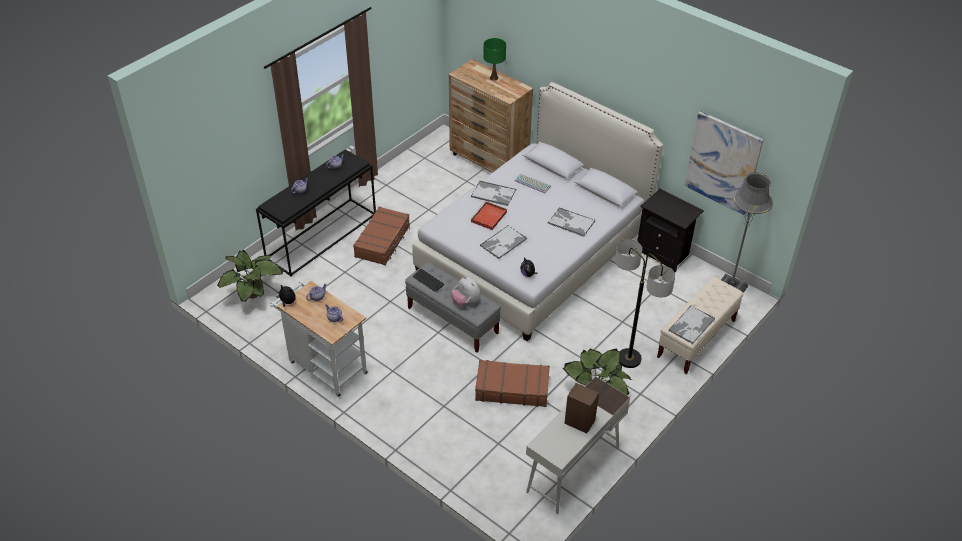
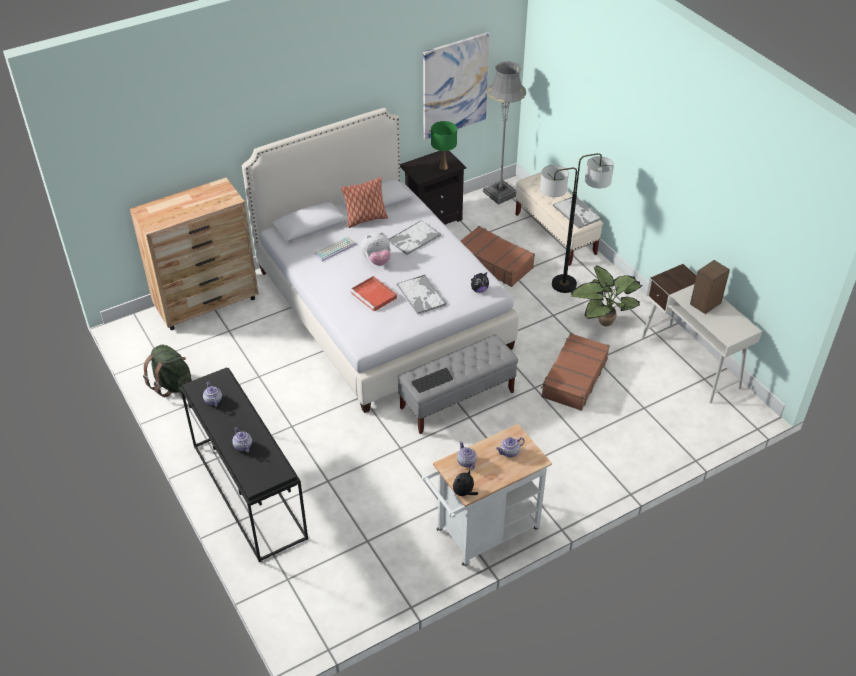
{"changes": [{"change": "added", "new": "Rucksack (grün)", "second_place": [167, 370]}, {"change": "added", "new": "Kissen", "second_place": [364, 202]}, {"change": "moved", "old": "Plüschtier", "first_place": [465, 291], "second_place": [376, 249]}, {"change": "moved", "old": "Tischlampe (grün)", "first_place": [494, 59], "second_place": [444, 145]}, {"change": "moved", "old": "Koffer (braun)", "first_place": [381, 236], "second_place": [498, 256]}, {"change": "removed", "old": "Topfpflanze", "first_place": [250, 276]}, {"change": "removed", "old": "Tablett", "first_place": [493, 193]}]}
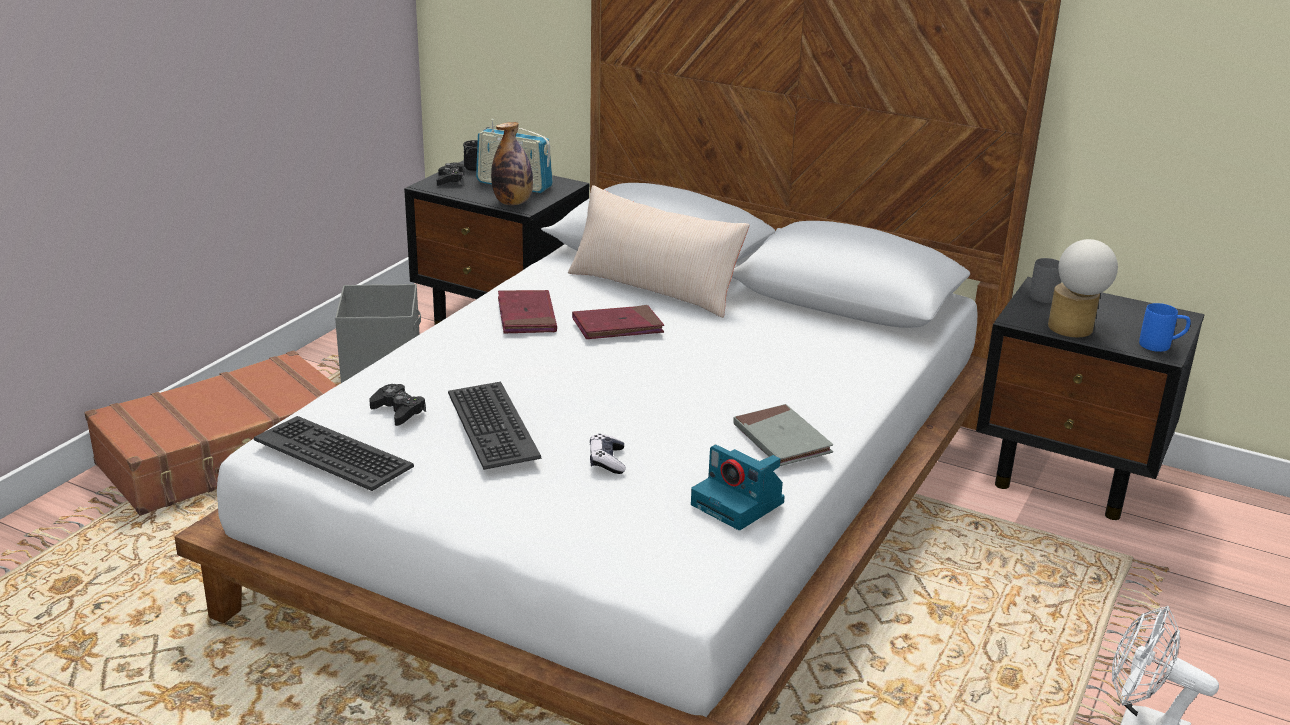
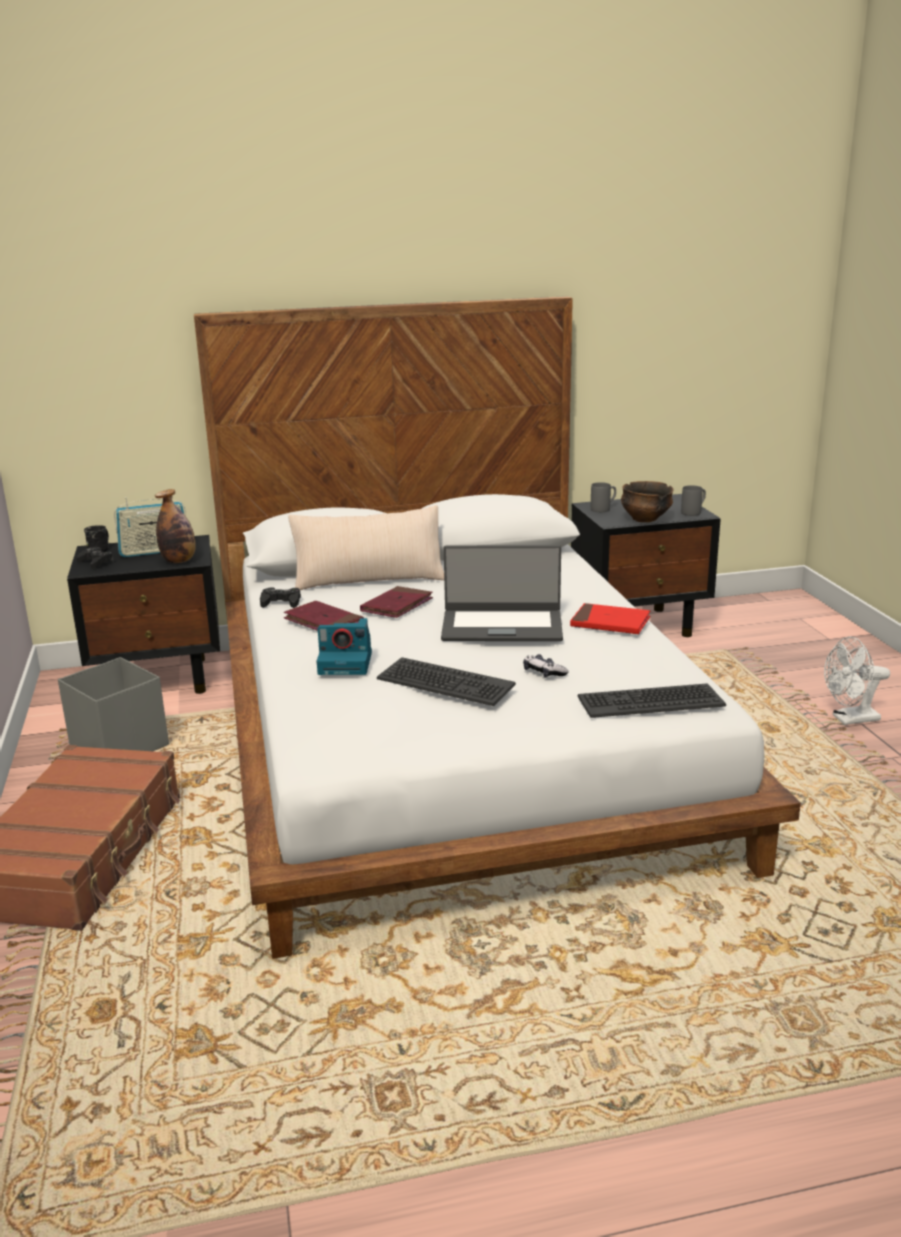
{"changes": [{"change": "moved", "old": "Gamepad (schwarz)", "first_place": [397, 405], "second_place": [280, 597]}, {"change": "moved", "old": "Kamera", "first_place": [738, 487], "second_place": [344, 646]}, {"change": "added", "new": "Laptop", "second_place": [502, 593]}, {"change": "recoloured", "old": "Buch (grau)", "new": "Buch (rot)", "first_place": [783, 435], "second_place": [610, 618]}, {"change": "moved", "old": "Tastatur", "first_place": [334, 453], "second_place": [652, 700]}, {"change": "replaced", "old": "Tischlampe", "new": "Schüssel", "first_place": [1083, 288], "second_place": [647, 501]}, {"change": "recoloured", "old": "Henkelbecher (blau)", "new": "Henkelbecher (grau)", "first_place": [1165, 327], "second_place": [693, 500]}]}
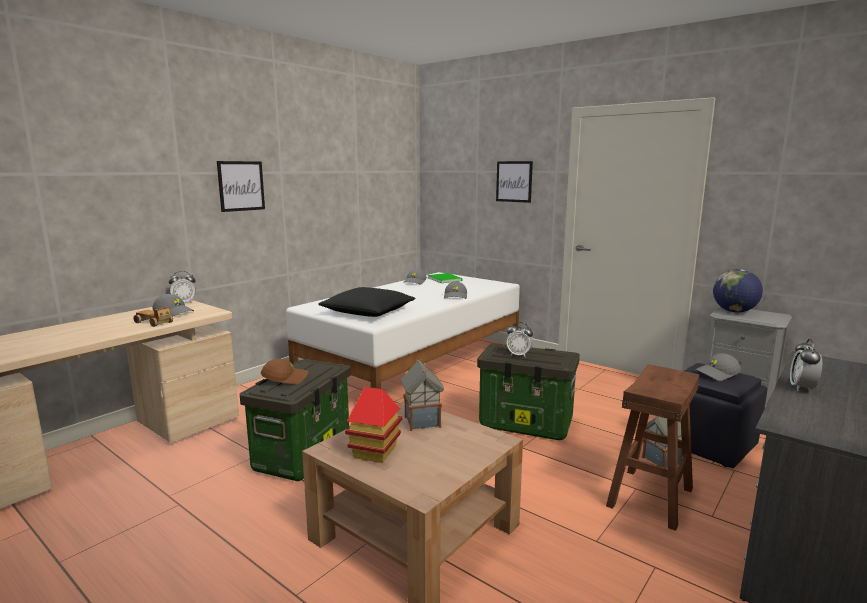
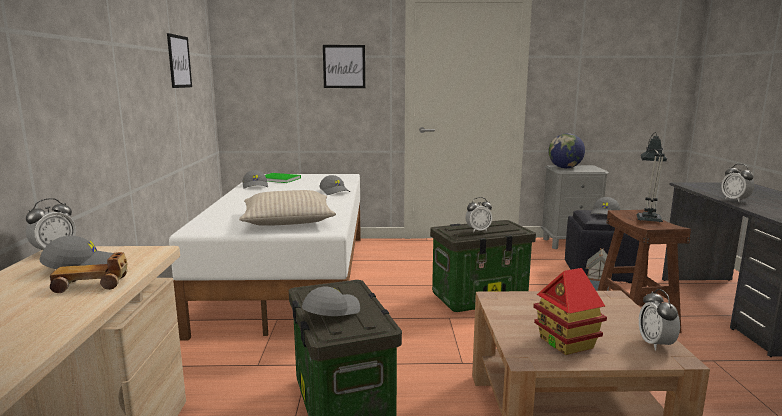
{"changes": [{"change": "moved", "old": "Bild", "first_place": [241, 186], "second_place": [179, 60]}, {"change": "recoloured", "old": "Kissen (schwarz)", "new": "Kissen (beige)", "first_place": [366, 302], "second_place": [287, 208]}, {"change": "recoloured", "old": "Kappe (braun)", "new": "Kappe (grau)", "first_place": [284, 371], "second_place": [331, 301]}, {"change": "added", "new": "Tischlampe", "second_place": [652, 177]}, {"change": "added", "new": "Wecker", "second_place": [659, 319]}, {"change": "removed", "old": "Spielzeughaus", "first_place": [422, 395]}]}
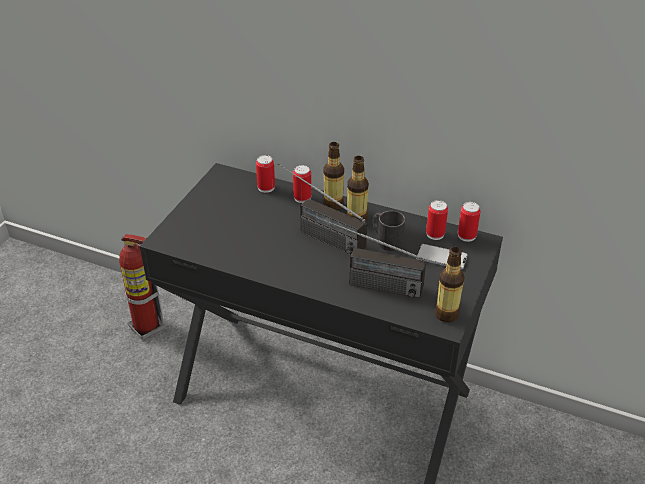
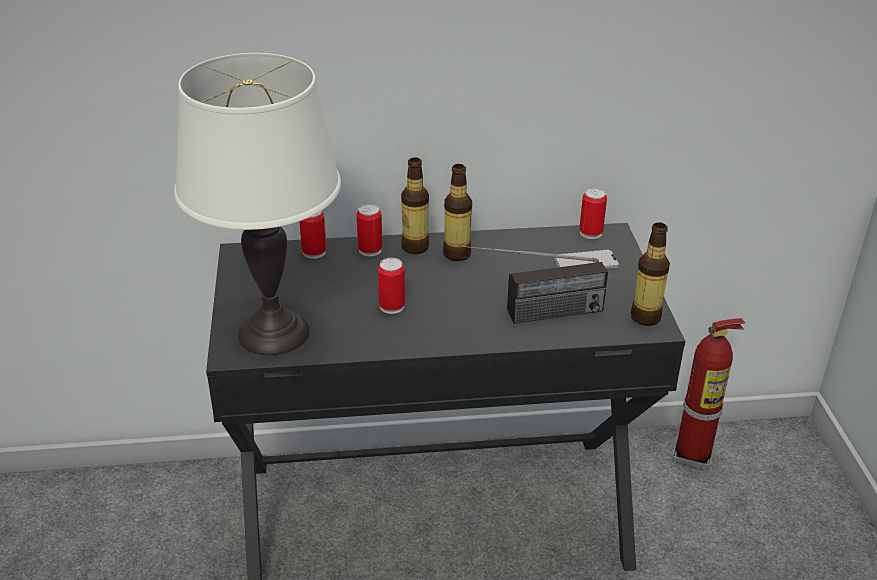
{"changes": [{"change": "added", "new": "Tischlampe (weiß)", "second_place": [257, 204]}, {"change": "moved", "old": "Dose", "first_place": [437, 220], "second_place": [391, 286]}, {"change": "moved", "old": "Feuerlöscher", "first_place": [142, 287], "second_place": [708, 394]}, {"change": "removed", "old": "Radio", "first_place": [322, 208]}, {"change": "removed", "old": "Henkelbecher (schwarz)", "first_place": [389, 231]}]}
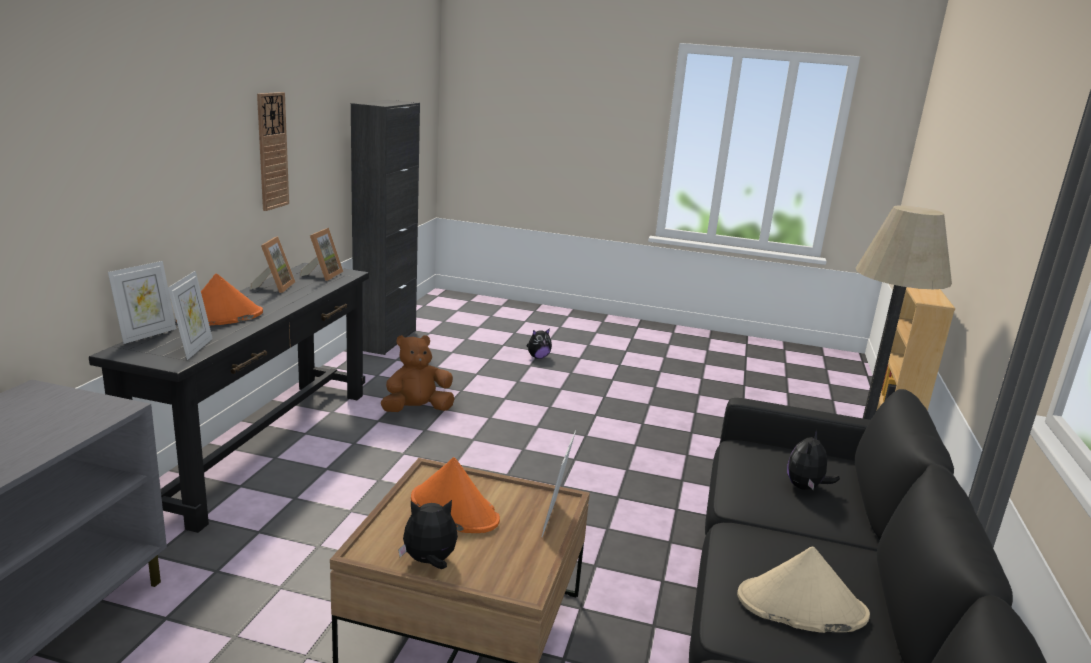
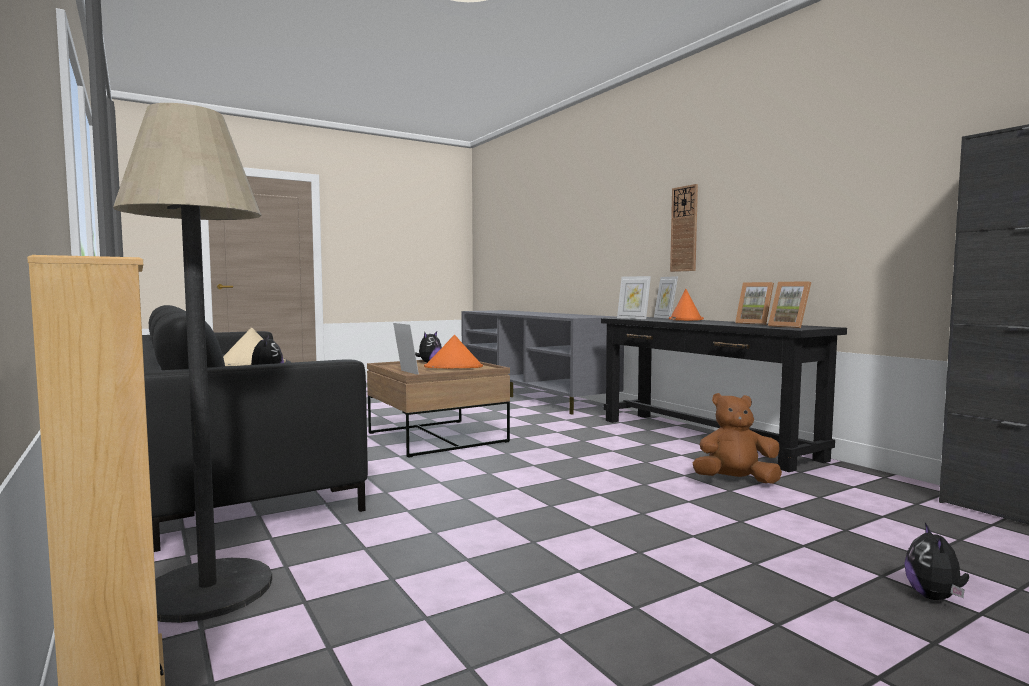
{"changes": [{"change": "moved", "old": "Wanduhr", "first_place": [273, 151], "second_place": [684, 228]}, {"change": "turned", "old": "Plüschtier (braun)", "first_place": [418, 373], "second_place": [737, 438], "degrees": -105}]}
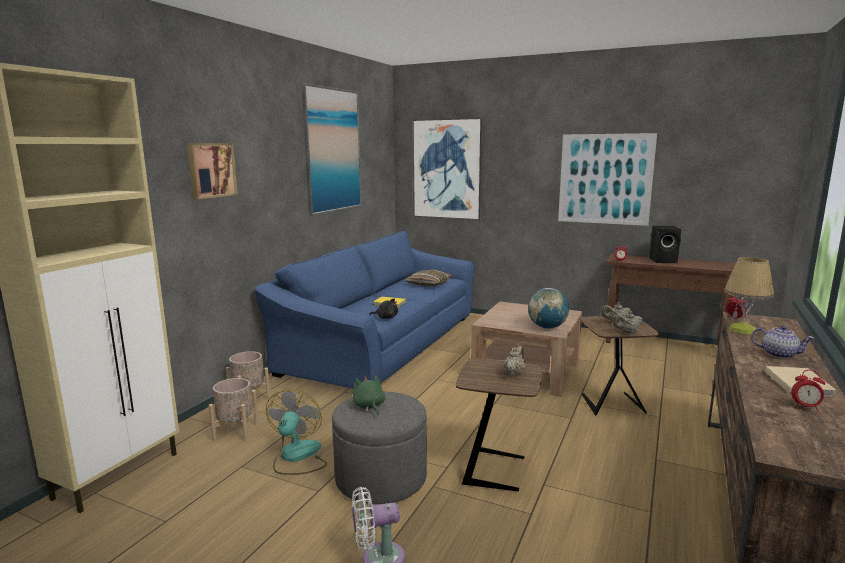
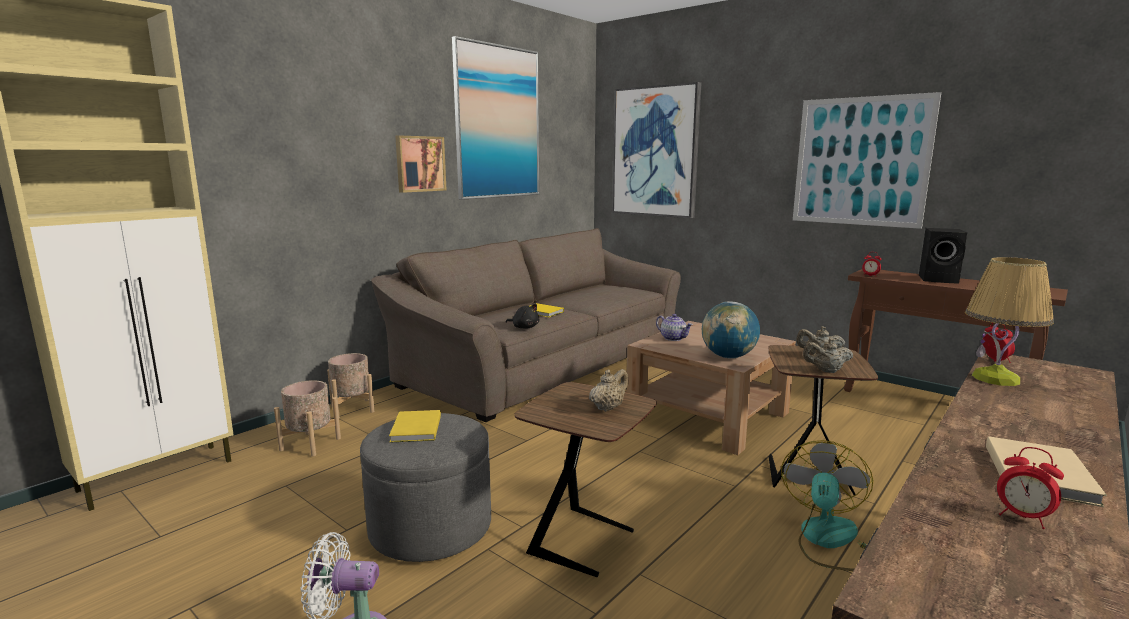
{"changes": [{"change": "recoloured", "old": "Sofa (blau)", "new": "Sofa (braun)", "first_place": [364, 309], "second_place": [526, 325]}, {"change": "replaced", "old": "Plüschtier (grün)", "new": "Buch (gelb)", "first_place": [369, 395], "second_place": [415, 426]}, {"change": "moved", "old": "Bild", "first_place": [212, 171], "second_place": [421, 164]}, {"change": "moved", "old": "Teekanne", "first_place": [783, 342], "second_place": [674, 327]}, {"change": "moved", "old": "Ventilator", "first_place": [296, 432], "second_place": [827, 505]}, {"change": "removed", "old": "Kissen", "first_place": [428, 278]}]}
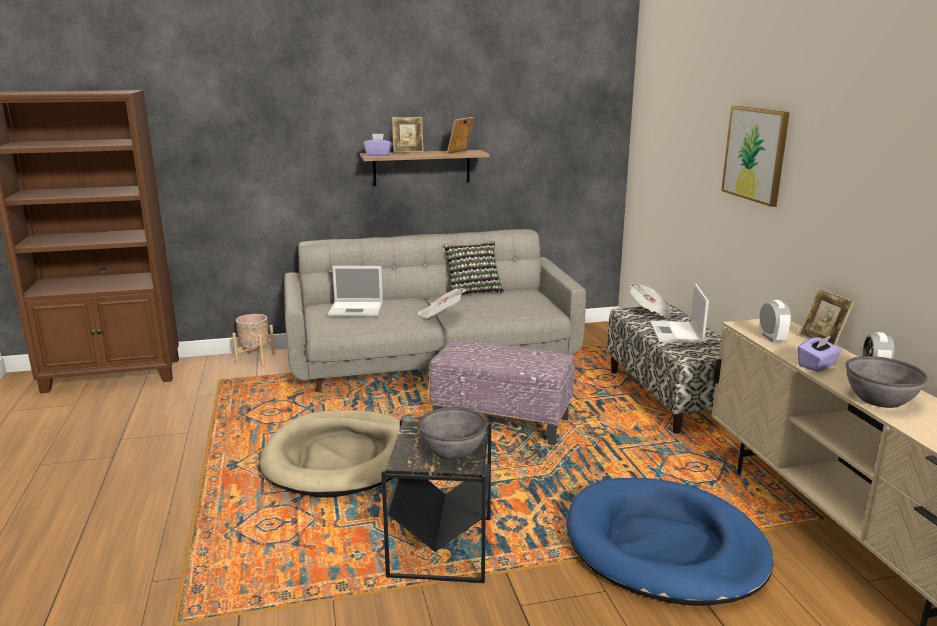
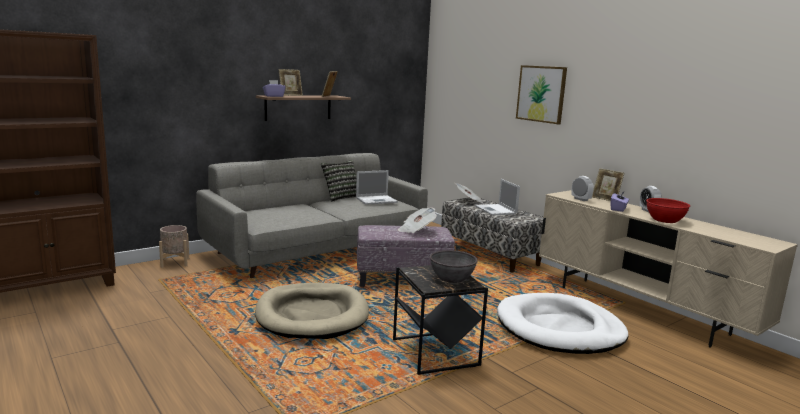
{"changes": [{"change": "moved", "old": "Laptop", "first_place": [355, 291], "second_place": [377, 187]}, {"change": "moved", "old": "Zeitung", "first_place": [441, 303], "second_place": [417, 220]}, {"change": "recoloured", "old": "Hundebett (blau)", "new": "Hundebett (weiß)", "first_place": [670, 542], "second_place": [562, 323]}, {"change": "recoloured", "old": "Schüssel (grau)", "new": "Schüssel (rot)", "first_place": [887, 382], "second_place": [668, 210]}]}
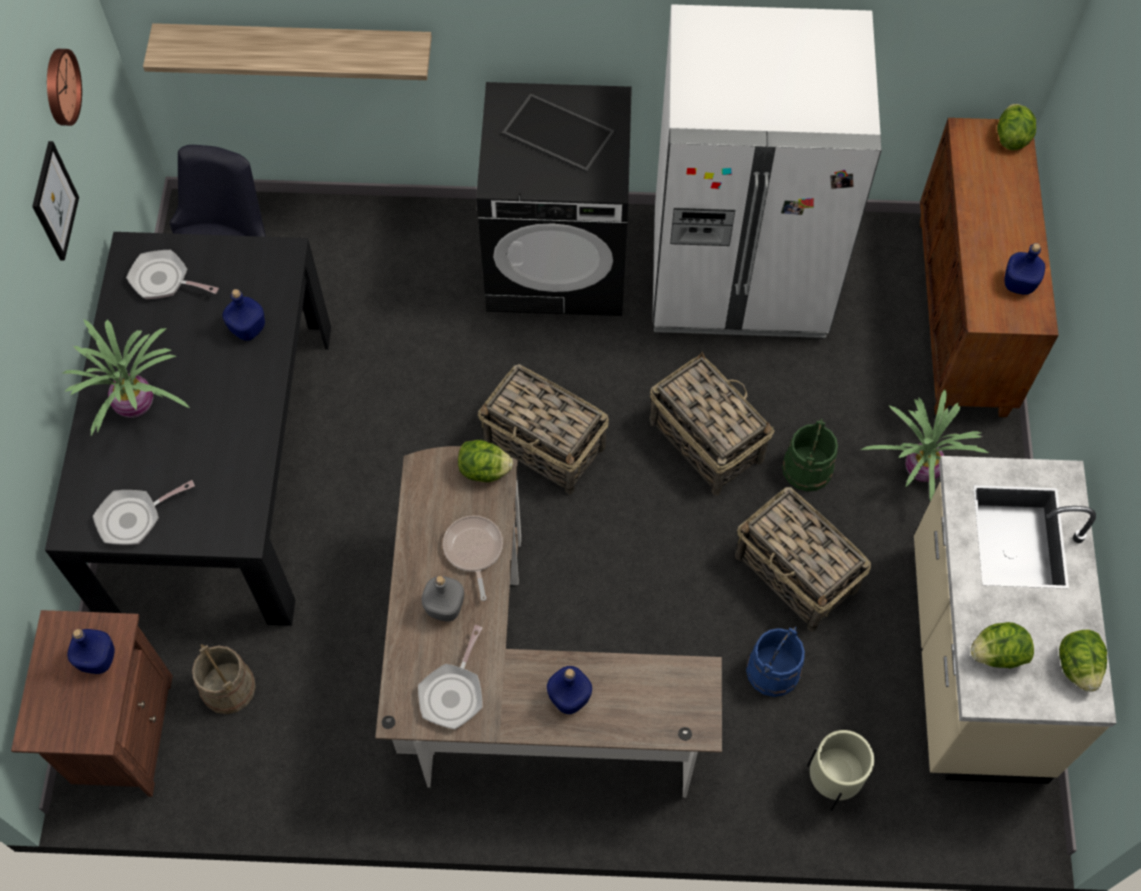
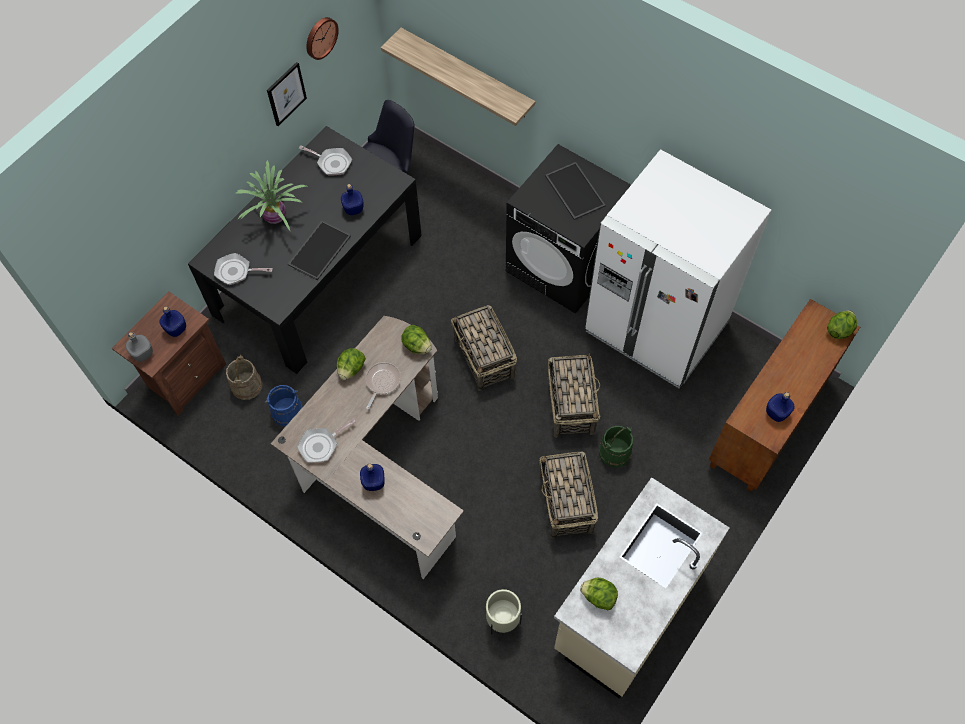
{"changes": [{"change": "moved", "old": "Flasche (grau)", "first_place": [443, 599], "second_place": [139, 347]}, {"change": "moved", "old": "Eimer (blau)", "first_place": [775, 662], "second_place": [284, 405]}, {"change": "added", "new": "Tablett", "second_place": [319, 250]}, {"change": "turned", "old": "Pfanne", "first_place": [172, 274], "second_place": [325, 160], "degrees": 150}, {"change": "moved", "old": "Salatkopf", "first_place": [1083, 661], "second_place": [351, 364]}, {"change": "removed", "old": "Topfpflanze", "first_place": [924, 445]}]}
